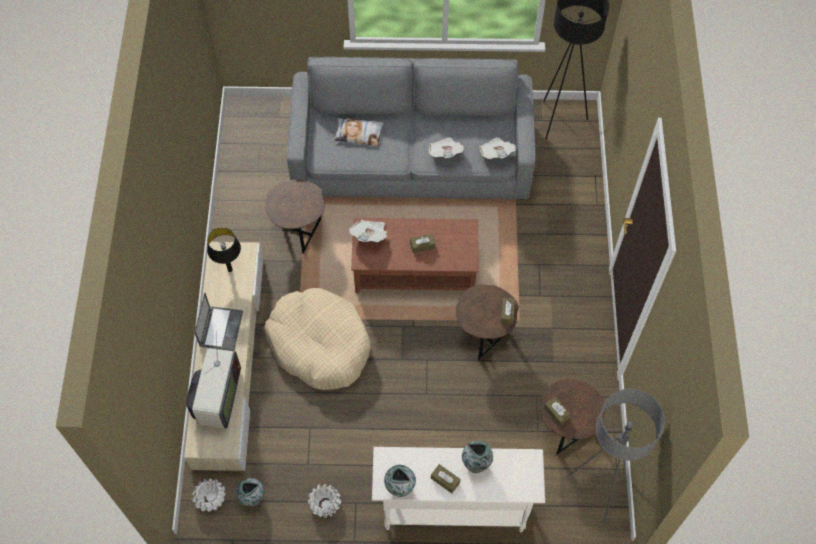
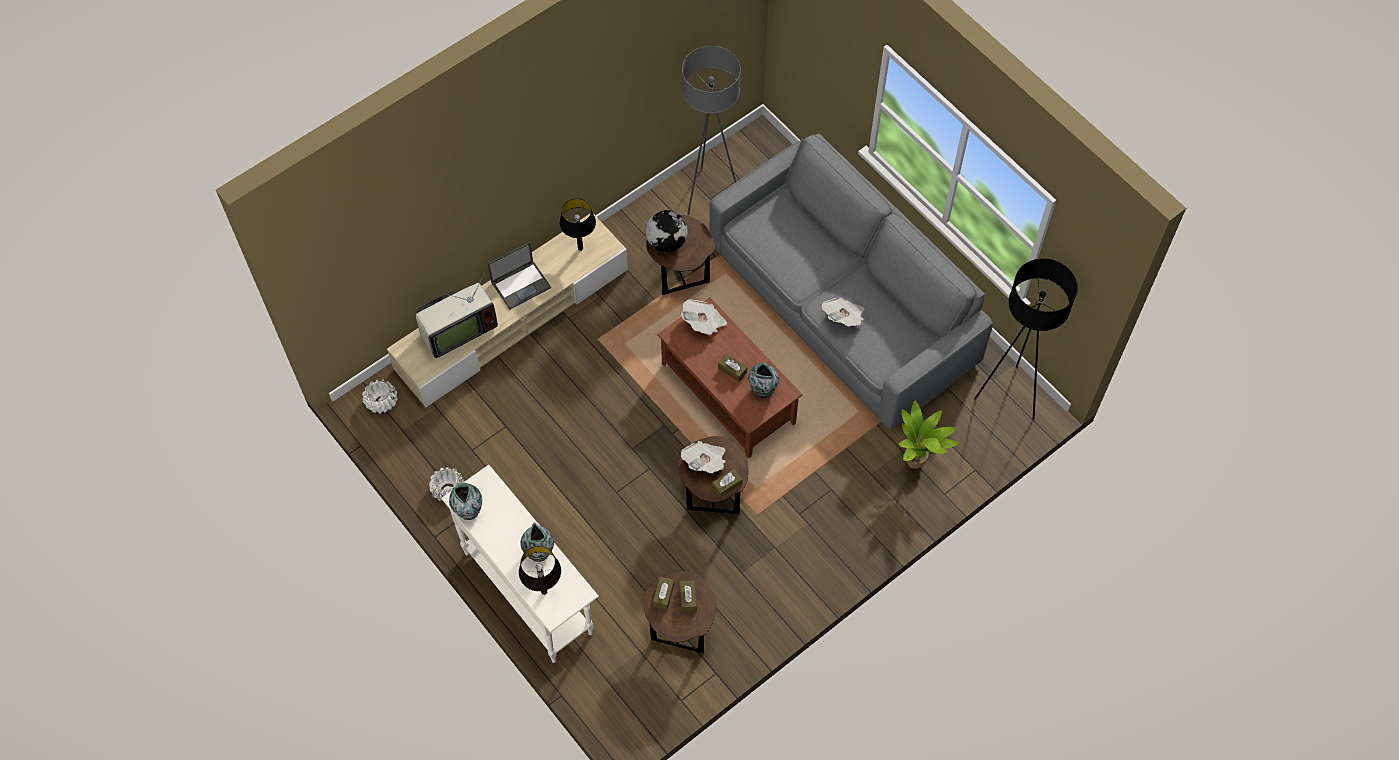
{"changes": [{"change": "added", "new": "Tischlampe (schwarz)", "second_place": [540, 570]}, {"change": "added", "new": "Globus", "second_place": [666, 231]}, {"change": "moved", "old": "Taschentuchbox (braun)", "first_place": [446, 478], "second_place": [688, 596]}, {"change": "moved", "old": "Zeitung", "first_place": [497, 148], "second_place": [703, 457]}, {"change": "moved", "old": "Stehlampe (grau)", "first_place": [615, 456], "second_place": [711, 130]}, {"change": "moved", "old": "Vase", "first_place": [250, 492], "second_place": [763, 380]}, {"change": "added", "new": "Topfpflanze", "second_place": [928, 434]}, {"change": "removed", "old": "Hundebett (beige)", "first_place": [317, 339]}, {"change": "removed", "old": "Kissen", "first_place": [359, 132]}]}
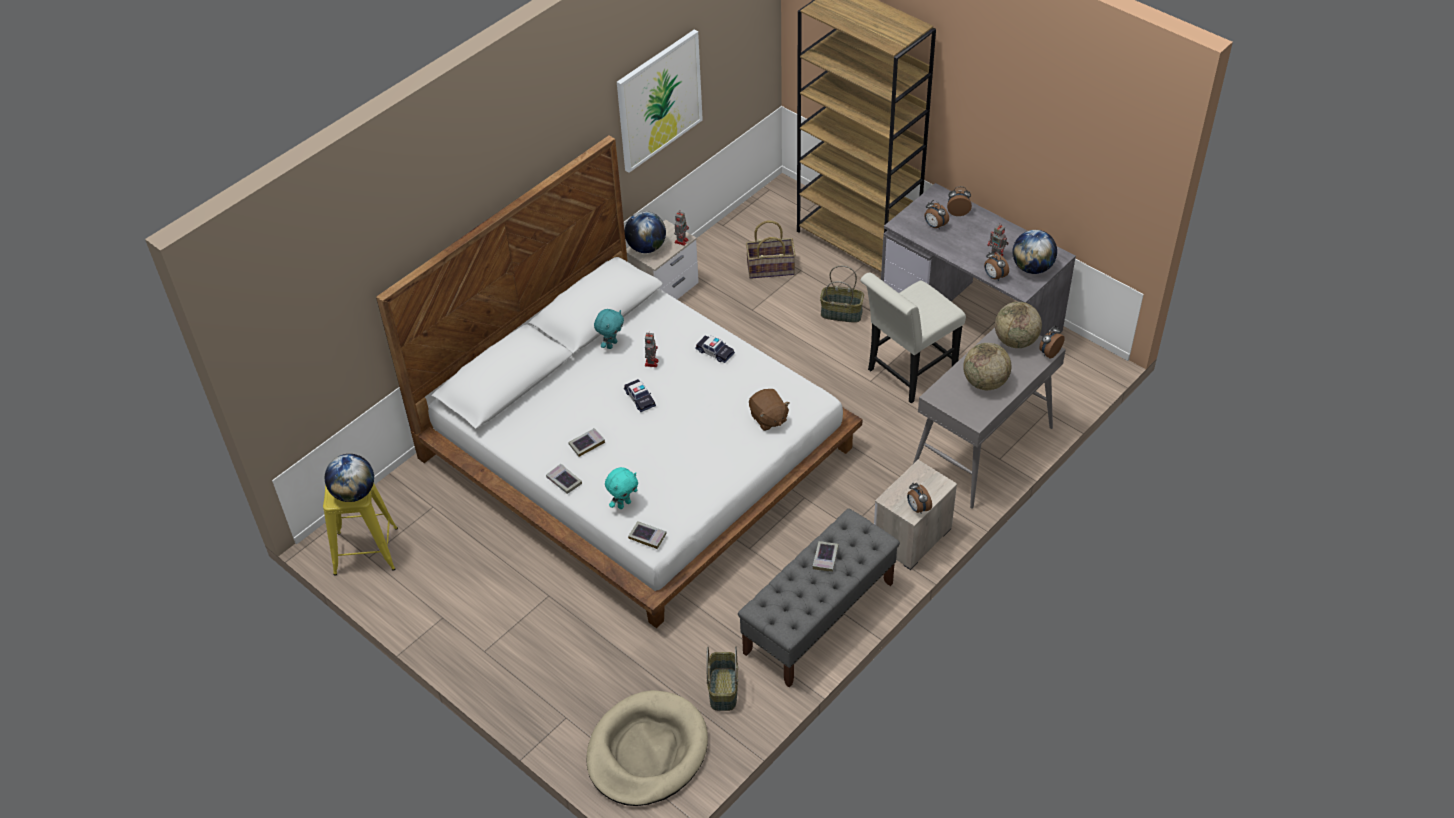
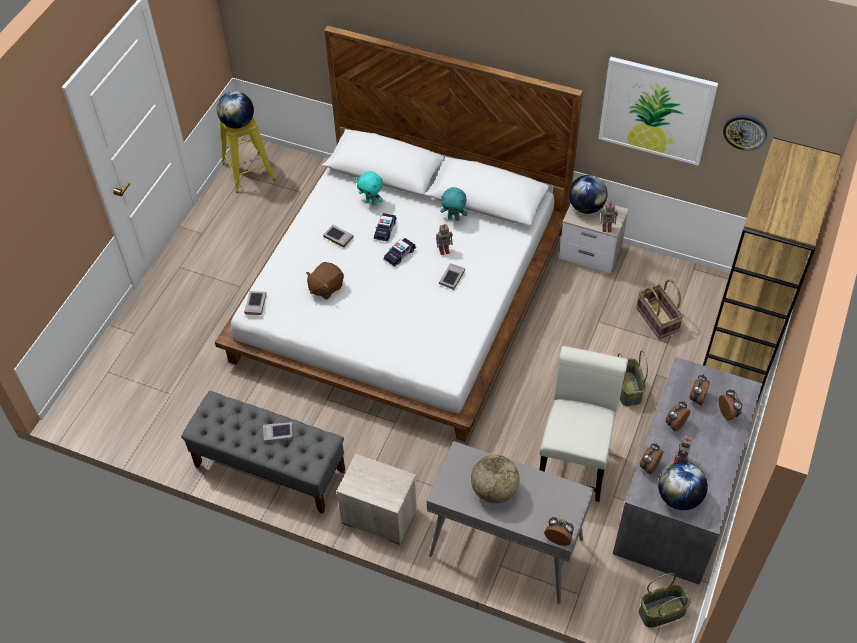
{"changes": [{"change": "moved", "old": "Plüschtier (braun)", "first_place": [769, 410], "second_place": [325, 280]}, {"change": "moved", "old": "Plüschtier (türkis)", "first_place": [621, 488], "second_place": [370, 188]}, {"change": "moved", "old": "Spielzeugauto", "first_place": [715, 349], "second_place": [385, 227]}, {"change": "moved", "old": "Buch", "first_place": [564, 479], "second_place": [452, 276]}, {"change": "turned", "old": "Stuhl (weiß)", "first_place": [913, 337], "second_place": [583, 424], "degrees": 75}, {"change": "moved", "old": "Korb", "first_place": [722, 678], "second_place": [665, 600]}, {"change": "moved", "old": "Wecker", "first_place": [919, 497], "second_place": [678, 416]}, {"change": "added", "new": "Wanduhr", "second_place": [745, 133]}, {"change": "removed", "old": "Hundebett (beige)", "first_place": [647, 748]}, {"change": "removed", "old": "Globus", "first_place": [1018, 325]}]}
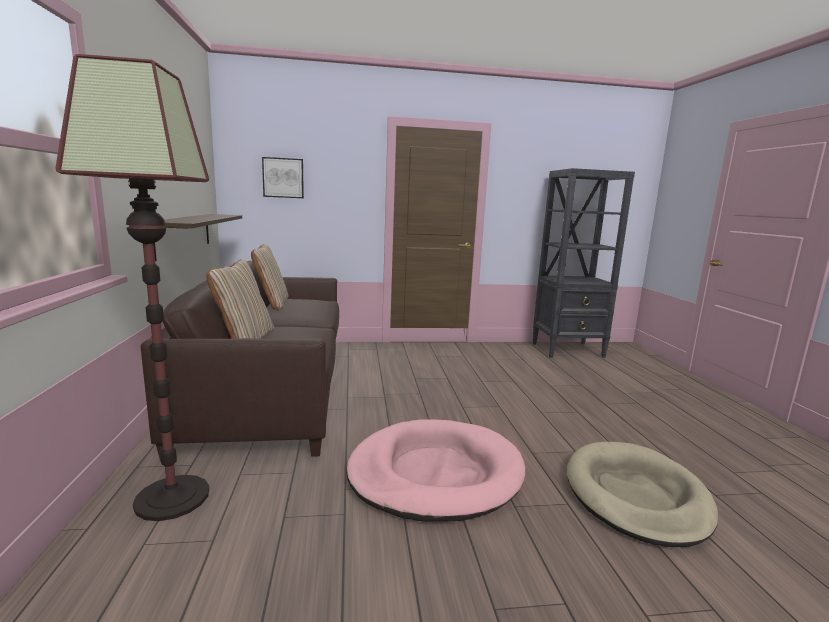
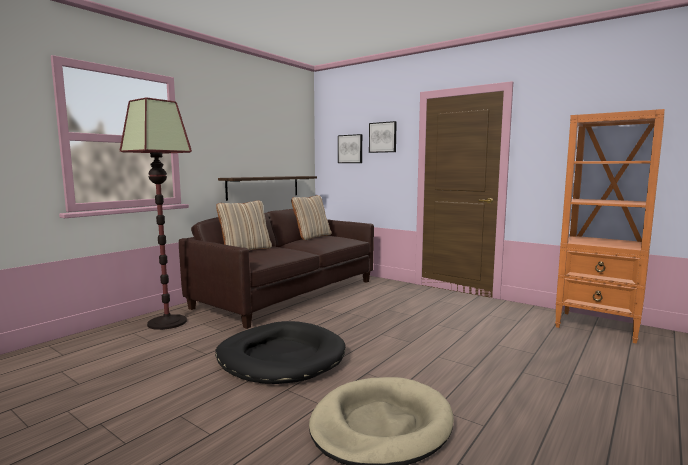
{"changes": [{"change": "recoloured", "old": "Hundebett (rosa)", "new": "Hundebett (schwarz)", "first_place": [435, 470], "second_place": [280, 352]}, {"change": "added", "new": "Bild", "second_place": [383, 137]}, {"change": "recoloured", "old": "Bücherregal (schwarz)", "new": "Bücherregal (orange)", "first_place": [583, 263], "second_place": [610, 226]}]}
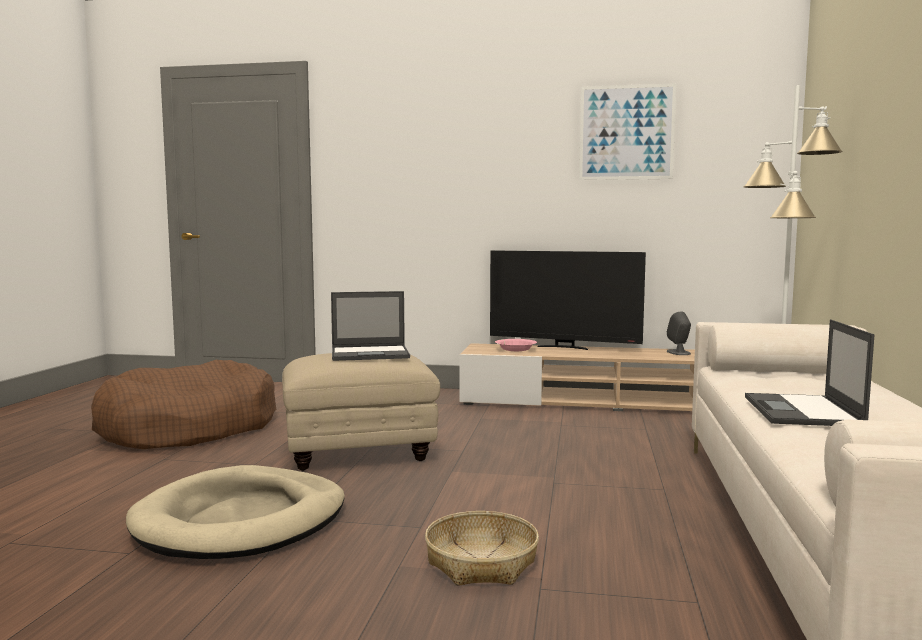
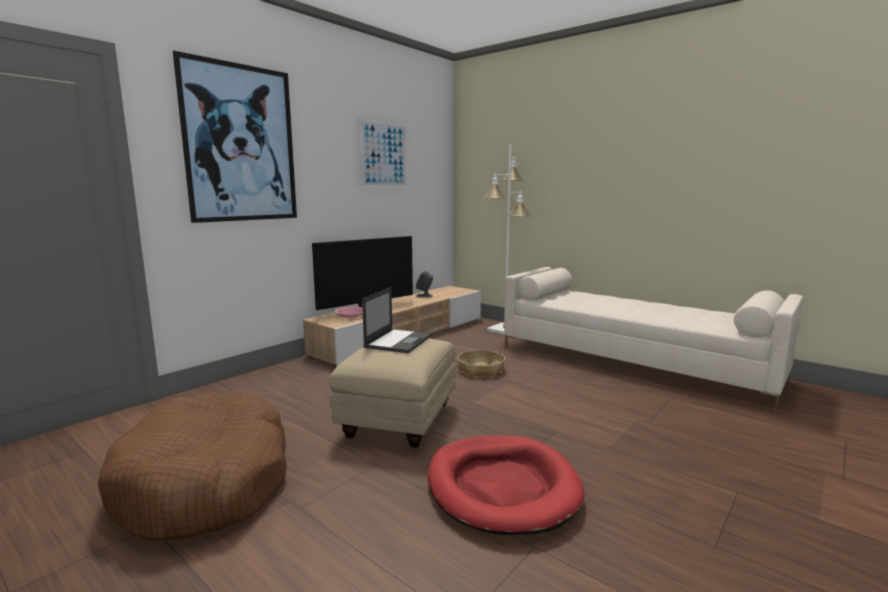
{"changes": [{"change": "added", "new": "Bild", "second_place": [235, 136]}, {"change": "recoloured", "old": "Hundebett (beige)", "new": "Hundebett (rot)", "first_place": [235, 512], "second_place": [506, 485]}, {"change": "moved", "old": "Korb", "first_place": [482, 548], "second_place": [481, 363]}, {"change": "removed", "old": "Laptop", "first_place": [809, 372]}]}
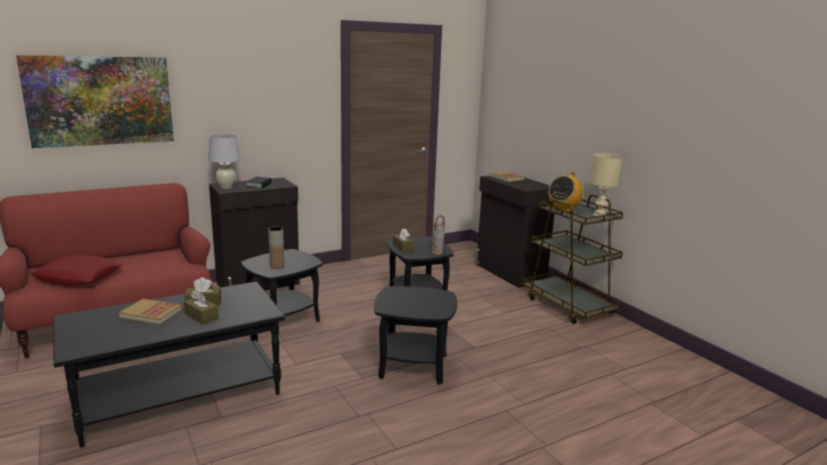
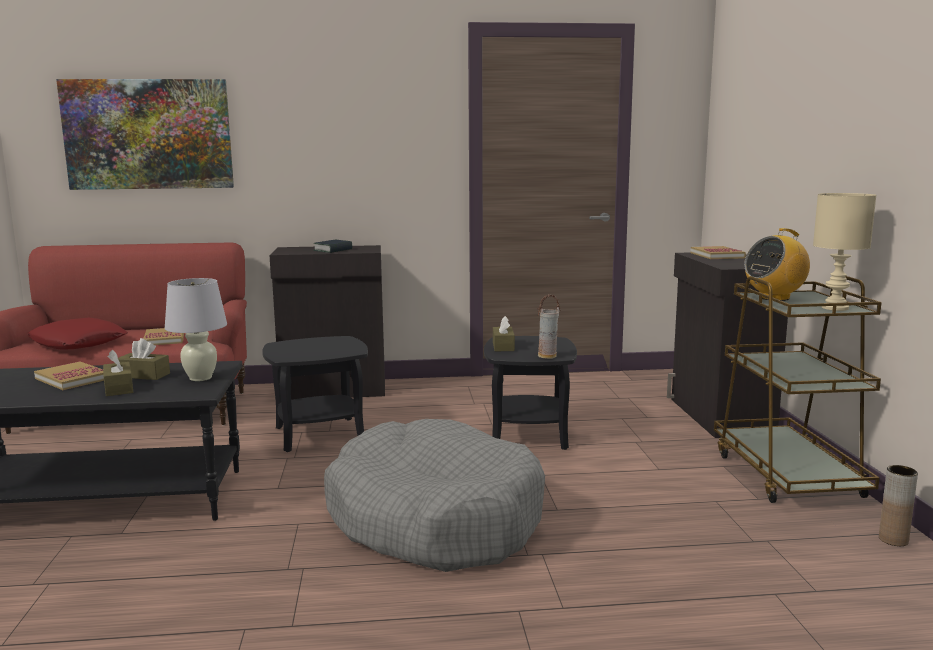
{"changes": [{"change": "added", "new": "Buch", "second_place": [163, 336]}, {"change": "moved", "old": "Tischlampe (weiß)", "first_place": [224, 161], "second_place": [196, 329]}, {"change": "replaced", "old": "Beistelltisch (schwarz)", "new": "Hundebett (grau)", "first_place": [415, 335], "second_place": [434, 495]}, {"change": "moved", "old": "Vase (braun)", "first_place": [276, 248], "second_place": [898, 505]}]}
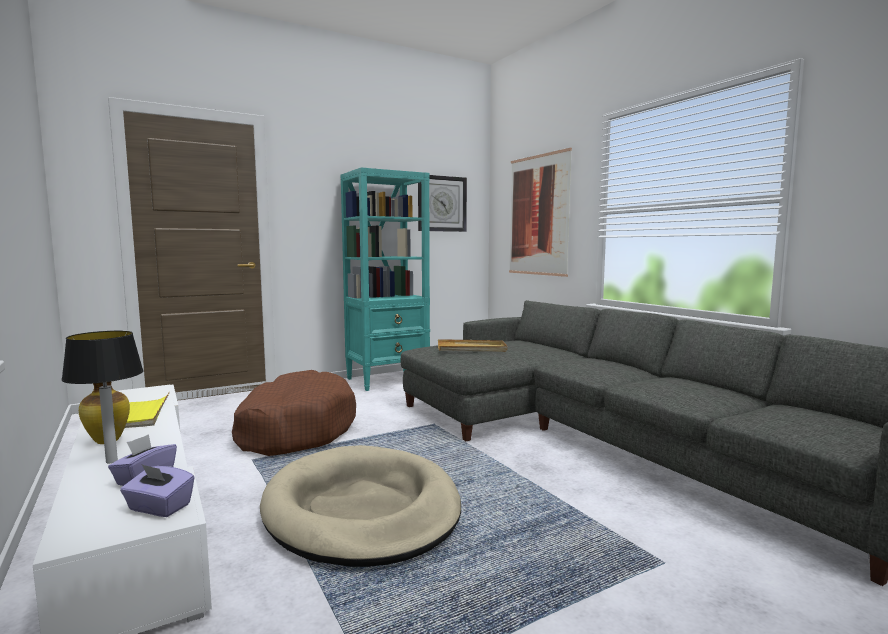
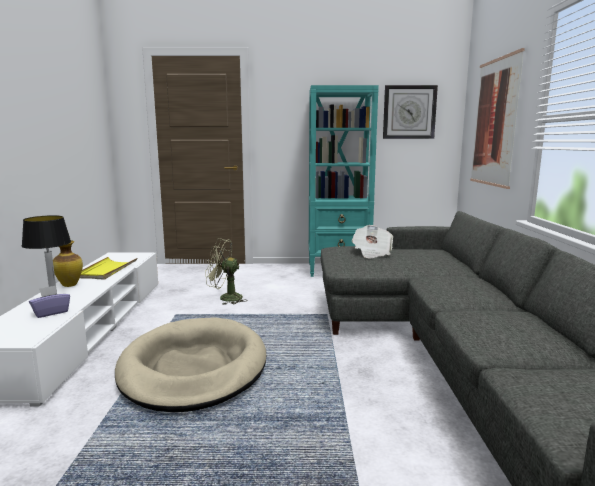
{"changes": [{"change": "replaced", "old": "Hundebett (braun)", "new": "Ventilator (grün)", "first_place": [294, 413], "second_place": [226, 272]}, {"change": "replaced", "old": "Tablett (beige)", "new": "Zeitung", "first_place": [472, 345], "second_place": [372, 241]}, {"change": "removed", "old": "Taschentuchbox (lila)", "first_place": [157, 490]}]}
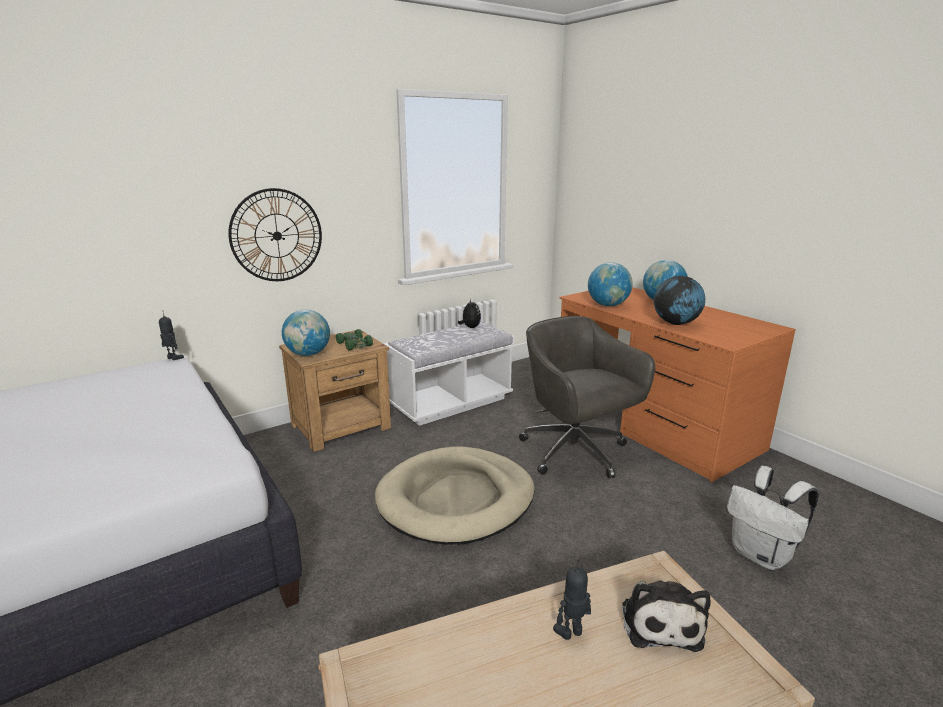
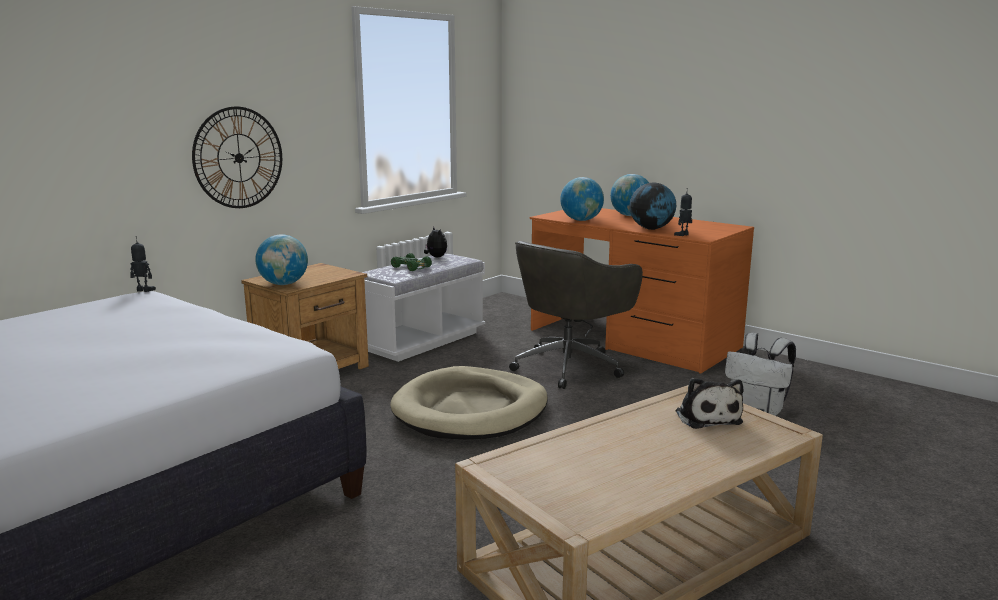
{"changes": [{"change": "moved", "old": "Spielzeugauto (grün)", "first_place": [354, 340], "second_place": [411, 262]}, {"change": "turned", "old": "Bürostuhl (grau)", "first_place": [587, 397], "second_place": [576, 315], "degrees": -90}, {"change": "moved", "old": "Spielzeugroboter", "first_place": [572, 600], "second_place": [683, 214]}]}
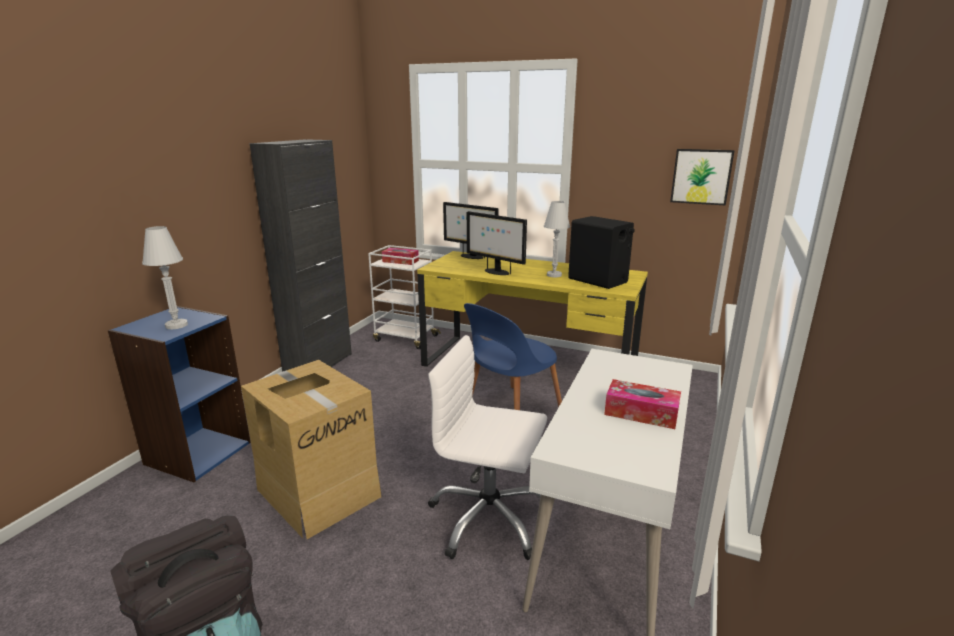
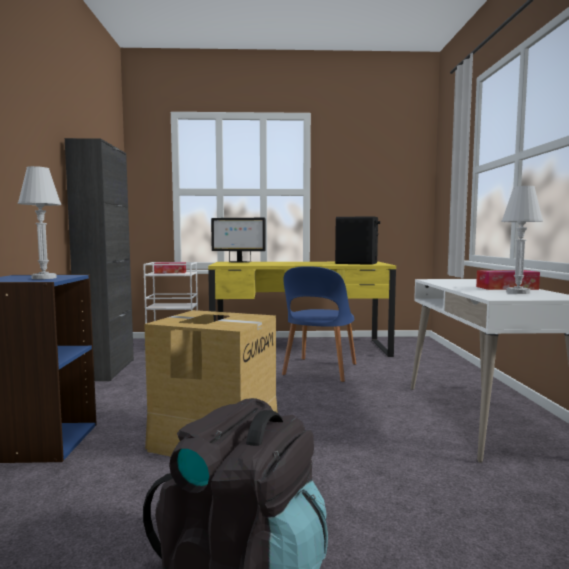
{"changes": [{"change": "moved", "old": "Tischlampe (weiß)", "first_place": [557, 239], "second_place": [522, 240]}, {"change": "removed", "old": "Bürostuhl (weiß)", "first_place": [487, 447]}, {"change": "removed", "old": "Monitor", "first_place": [497, 243]}, {"change": "removed", "old": "Bild", "first_place": [702, 177]}]}
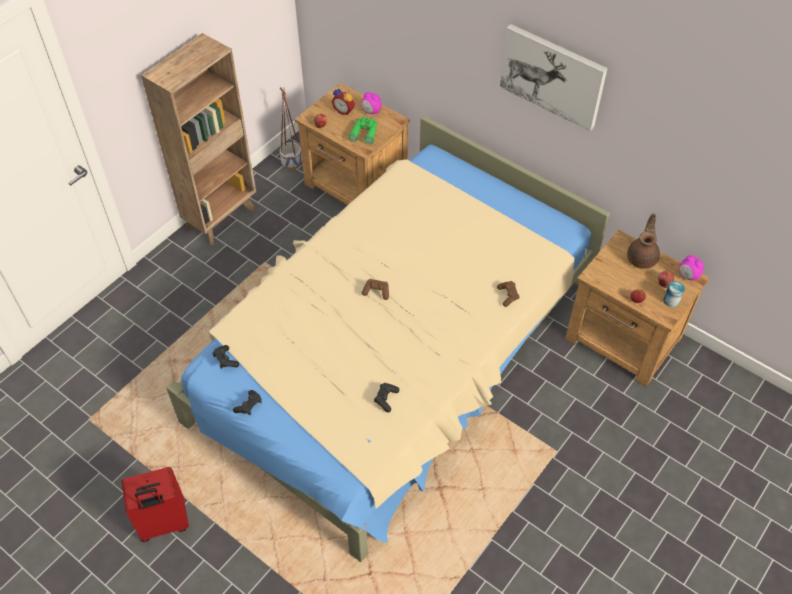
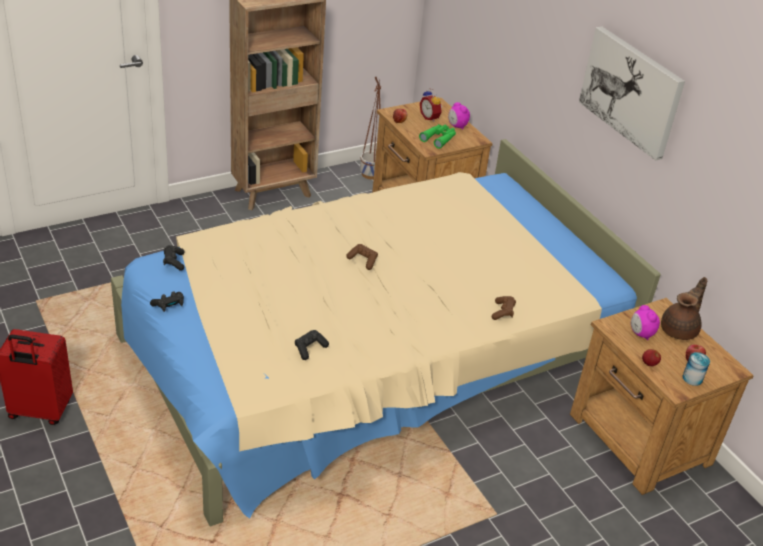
{"changes": [{"change": "moved", "old": "Wecker", "first_place": [691, 268], "second_place": [645, 322]}]}
